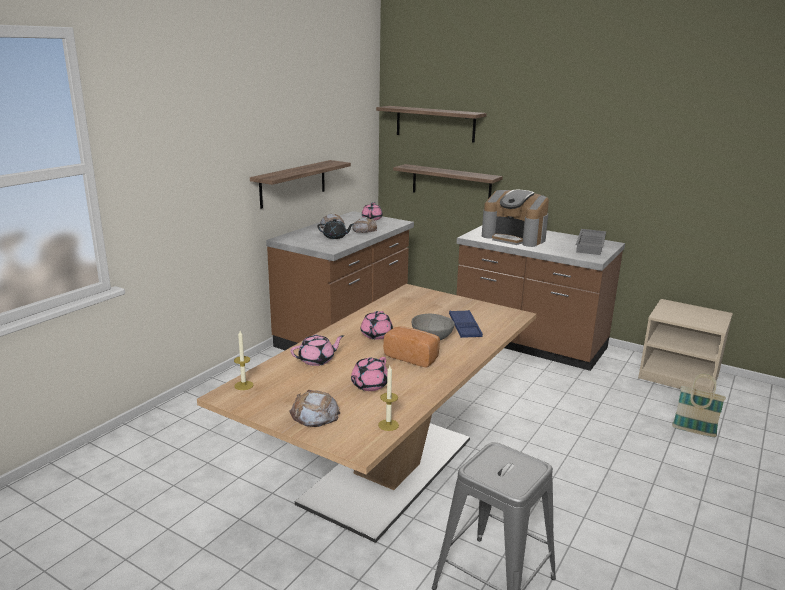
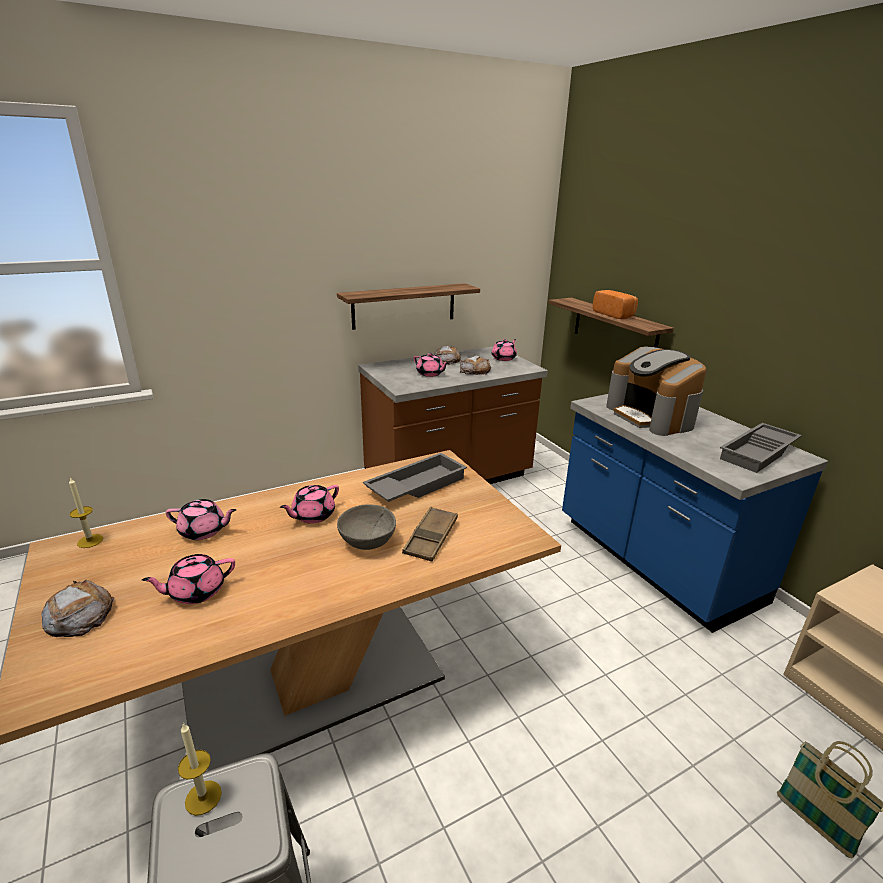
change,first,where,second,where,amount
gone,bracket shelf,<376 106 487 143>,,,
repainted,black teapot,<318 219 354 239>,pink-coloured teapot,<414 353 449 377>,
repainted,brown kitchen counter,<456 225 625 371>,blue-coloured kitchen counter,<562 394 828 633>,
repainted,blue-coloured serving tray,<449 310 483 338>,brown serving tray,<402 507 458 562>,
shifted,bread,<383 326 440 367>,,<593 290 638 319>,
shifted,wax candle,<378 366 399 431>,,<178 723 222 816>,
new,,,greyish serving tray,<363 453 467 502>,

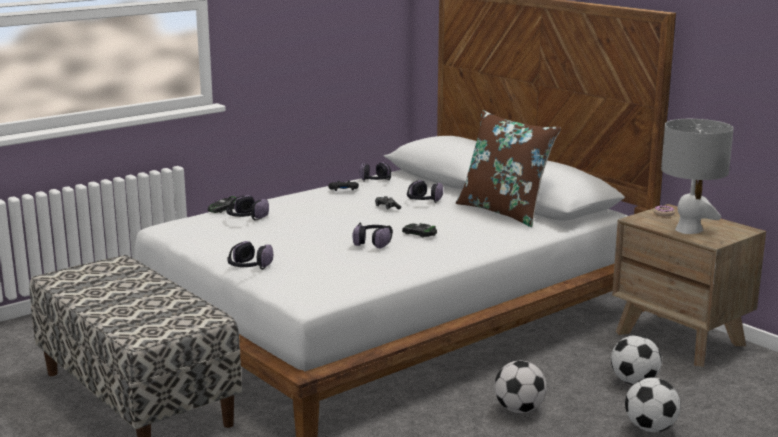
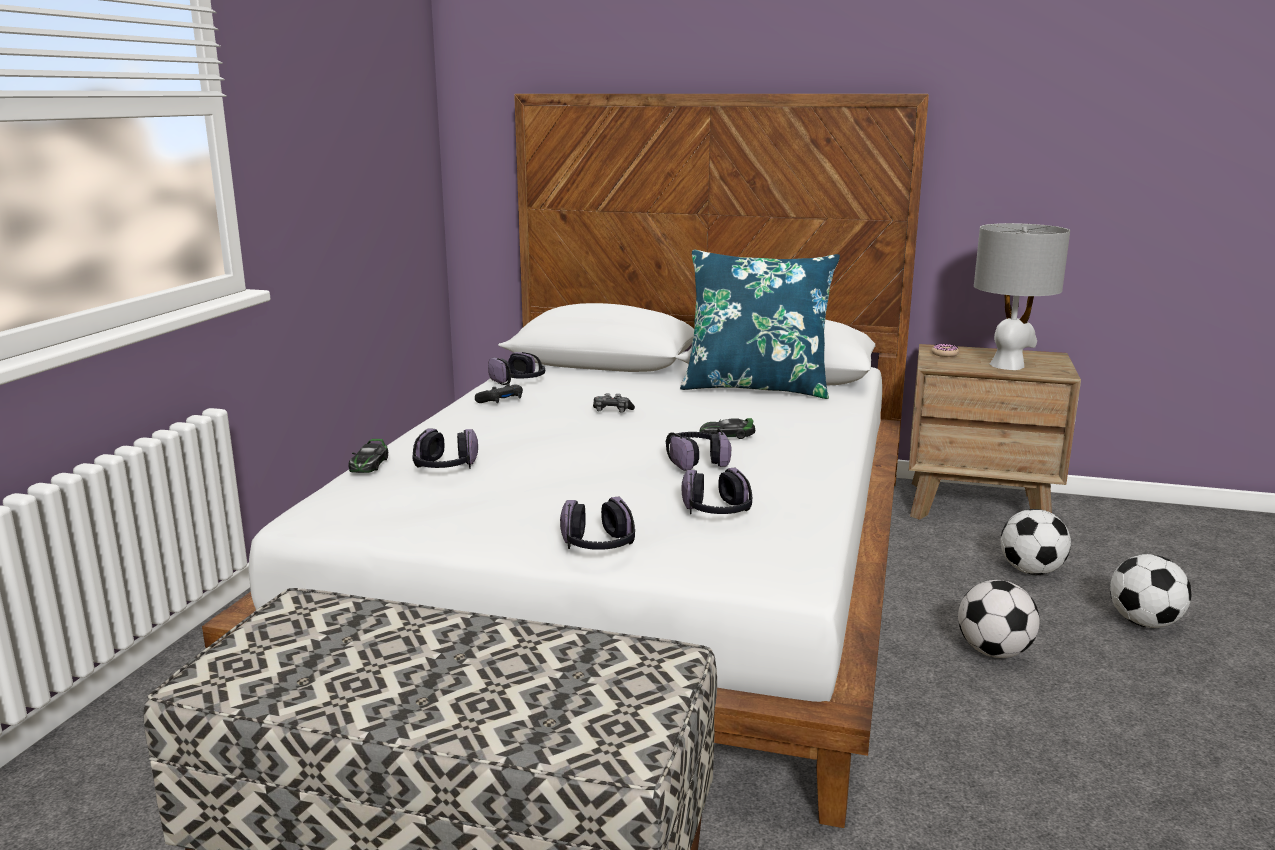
change,first,where,second,where,amount
repainted,brown pillow,<456 110 561 227>,blue-coloured pillow,<680 250 840 399>,
shifted,headphones,<407 180 443 203>,,<681 468 752 514>,

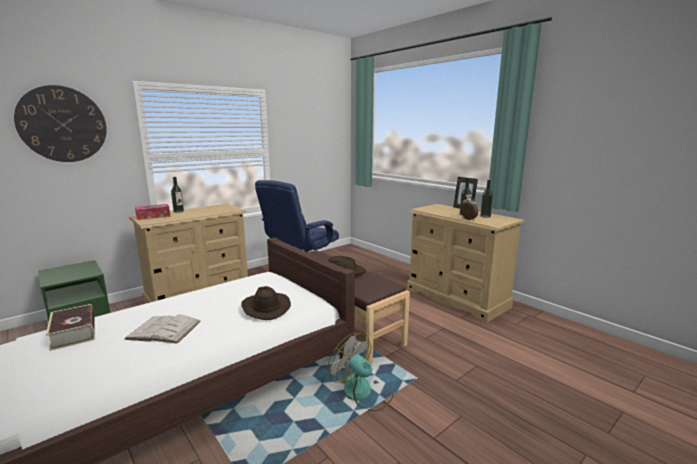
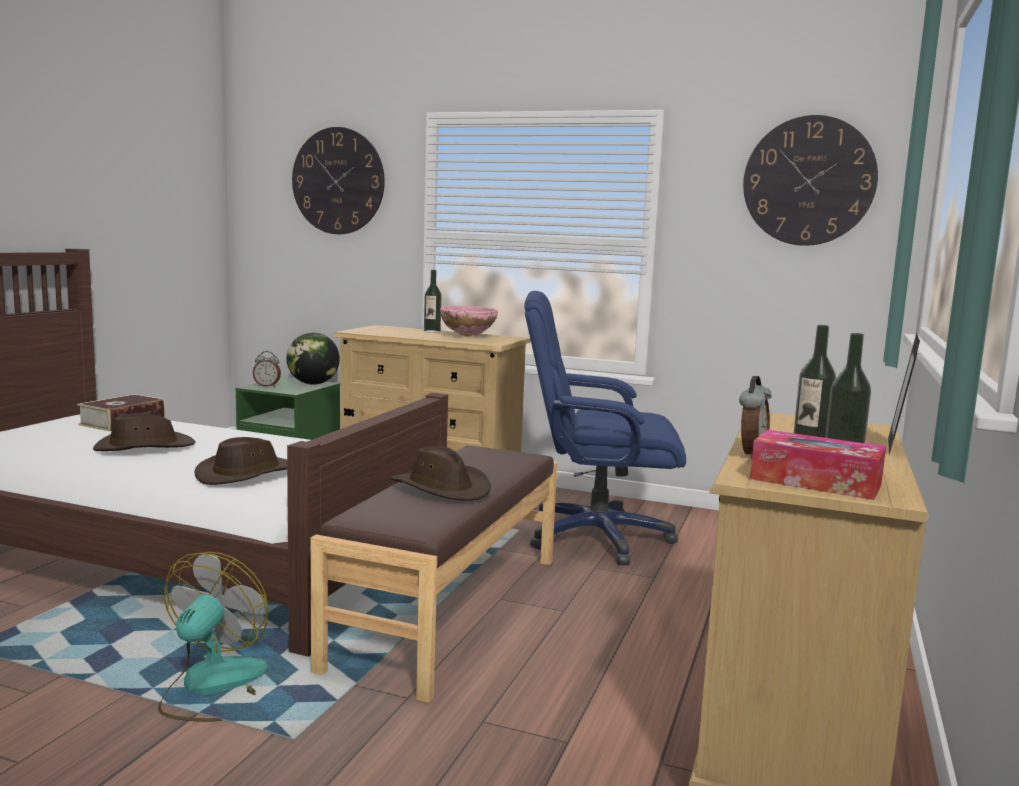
change,first,where,second,where,amount
shifted,box of tissues,<135 204 170 220>,,<750 430 886 500>,
swapped,white-coloured volume,<124 314 201 344>,brown hat,<93 413 196 451>,
new,,,wall clock,<743 115 878 246>,
new,,,pink-coloured deep dish,<440 305 498 336>,
new,,,world globe,<287 333 340 385>,
new,,,table clock,<253 351 281 387>,

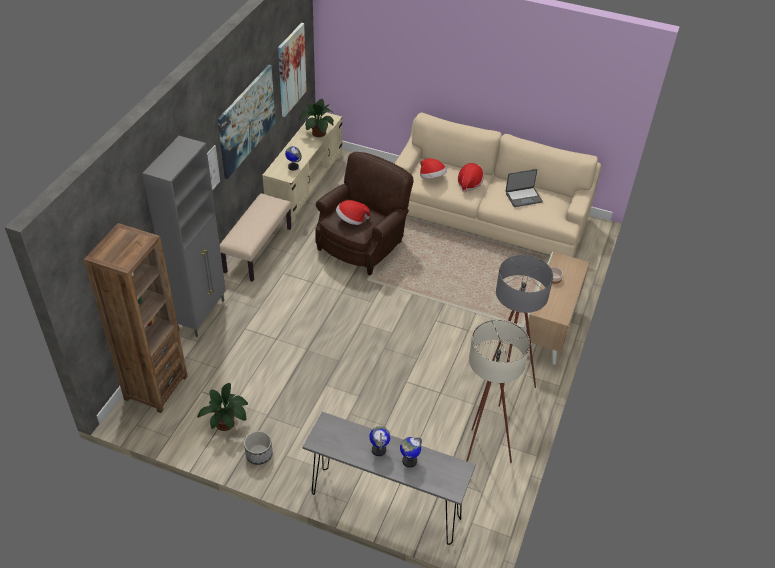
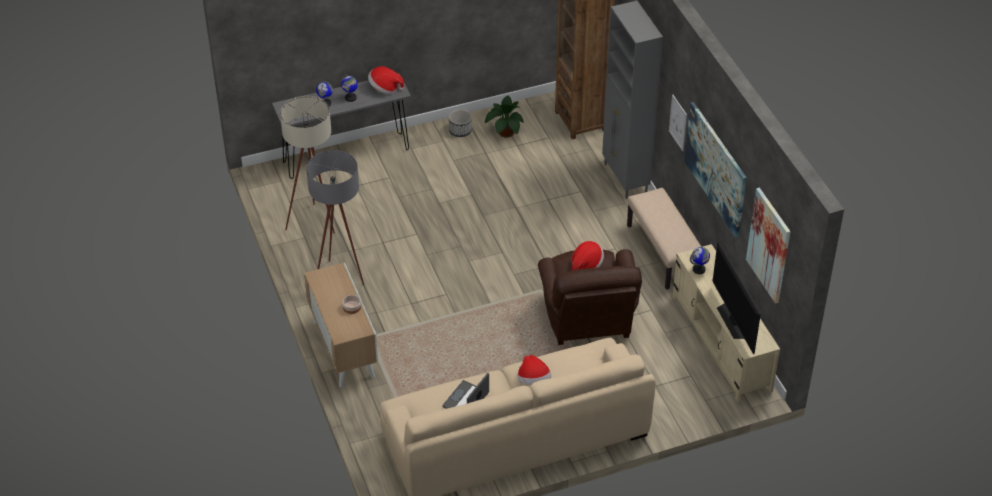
change,first,where,second,where,amount
swapped,plant in a pot,<298 99 334 137>,TV set,<713 241 761 354>,
shifted,hat,<420 158 447 179>,,<368 66 404 94>,

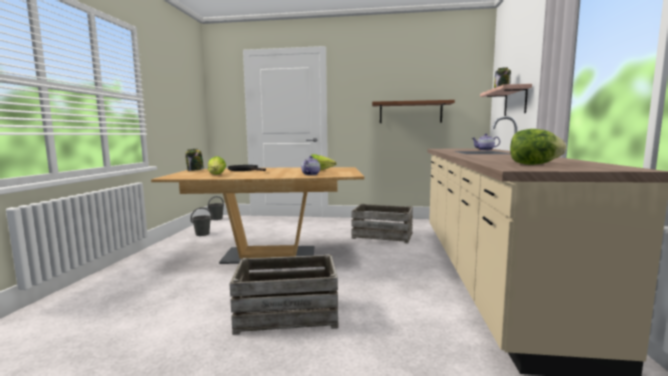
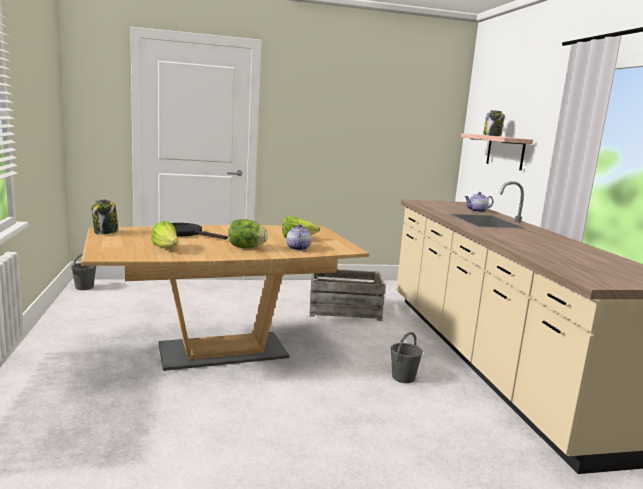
change,first,where,second,where,amount
gone,brown bracket shelf,<372 100 455 123>,,,
shifted,lettuce head,<510 129 566 165>,,<228 219 268 248>,
shifted,greyish bucket,<190 207 212 236>,,<391 332 423 383>,
gone,packing crate,<230 254 339 335>,,,

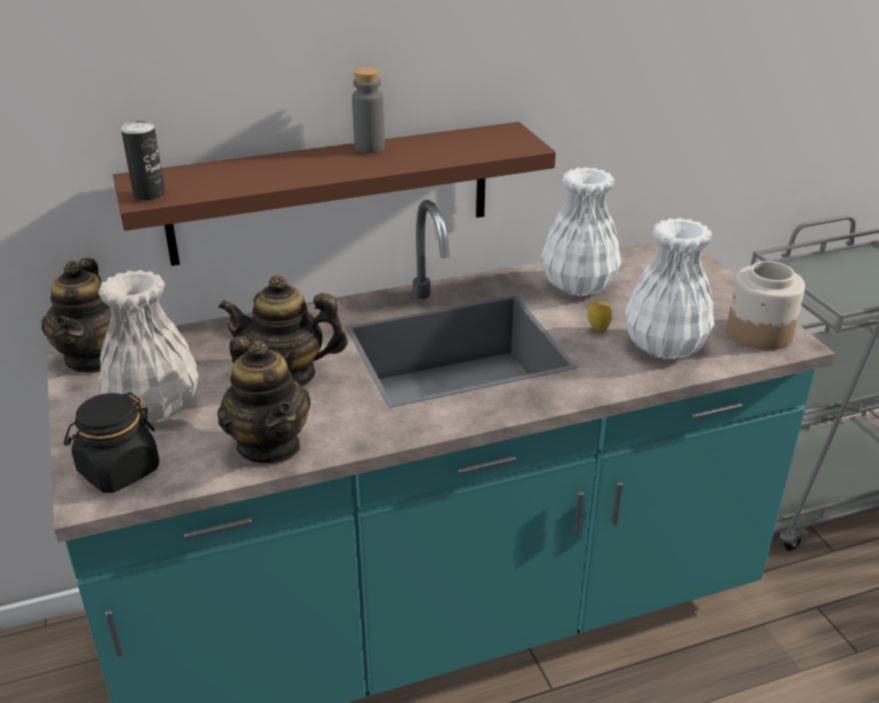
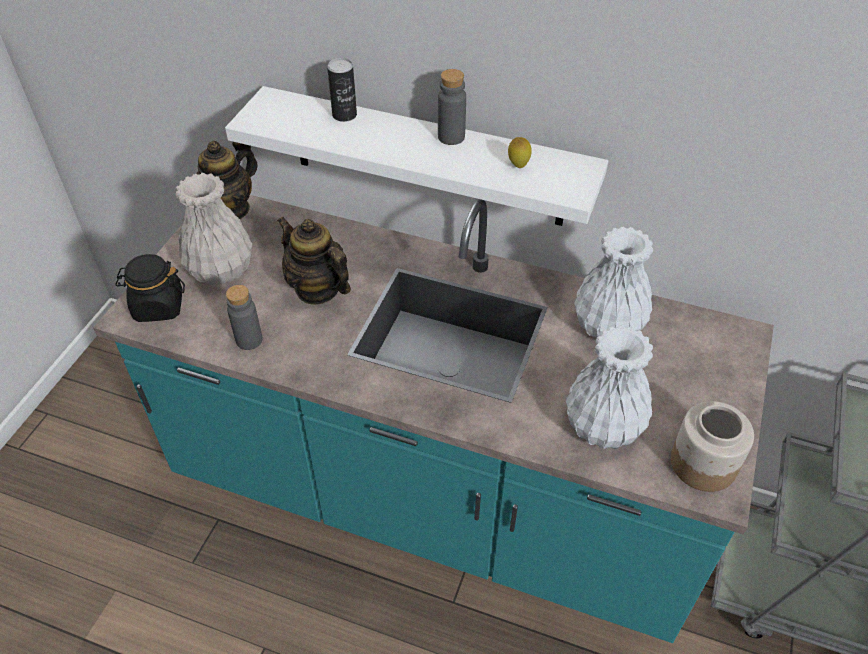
change,first,where,second,where,amount
shifted,sealed can,<121 121 165 201>,,<327 58 357 122>,
repainted,brown bracket shelf,<113 122 556 266>,white-coloured bracket shelf,<225 86 608 226>,
shifted,whole lemon,<588 301 612 332>,,<508 137 532 168>,
swapped,teapot,<217 336 311 464>,greyish bottle,<226 285 262 350>,

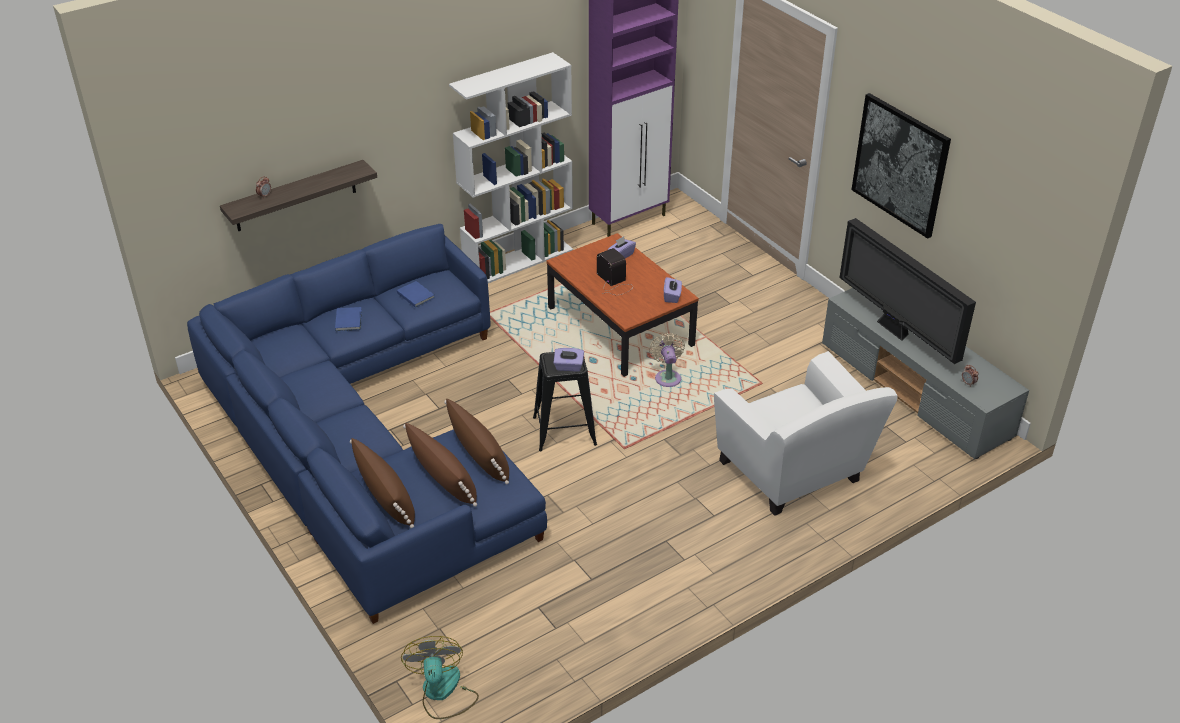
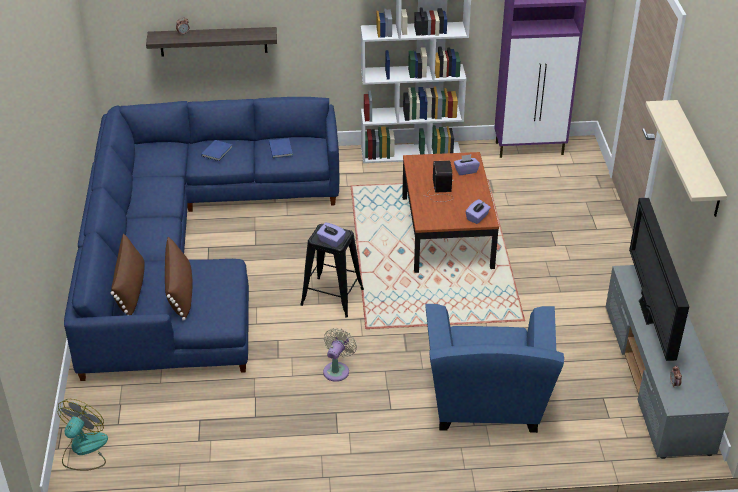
change,first,where,second,where,amount
swapped,wall picture,<852 93 951 239>,beige-coloured bracket shelf,<645 100 727 217>,
shifted,beige-coloured cooling fan,<649 333 685 387>,,<323 328 357 382>,
repainted,white-coloured armchair,<714 351 898 516>,blue-coloured armchair,<425 304 564 433>,
gone,brown pillow,<444 399 509 485>,,,

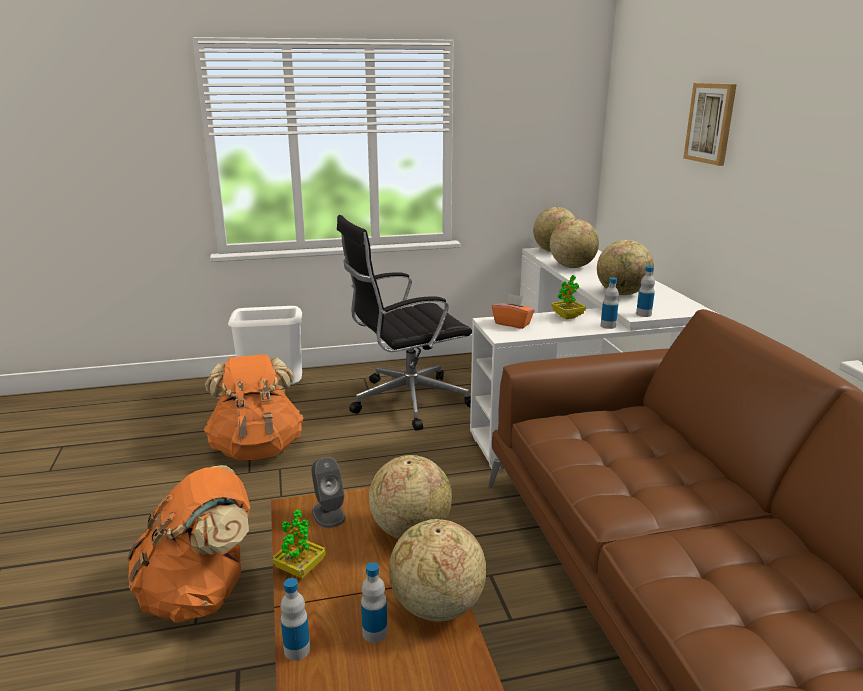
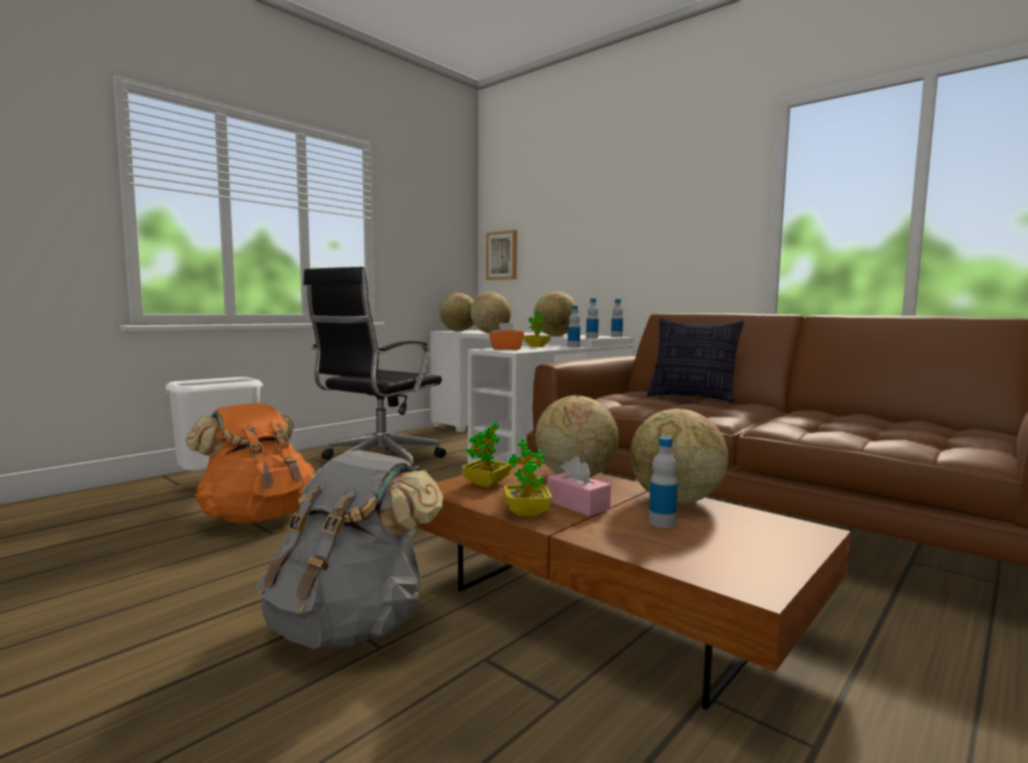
change,first,where,second,where,amount
shifted,wall picture,<683 83 737 166>,,<486 230 517 280>,
swapped,greyish loudspeaker,<312 457 345 528>,plant in a pot,<461 422 512 488>,
repainted,orange knapsack,<128 465 250 623>,greyish knapsack,<257 450 443 649>,
shifted,bottle,<281 578 310 660>,,<611 299 623 337>,
new,,,pillow,<647 318 744 404>,
new,,,pink-coloured box of tissues,<547 456 611 517>,

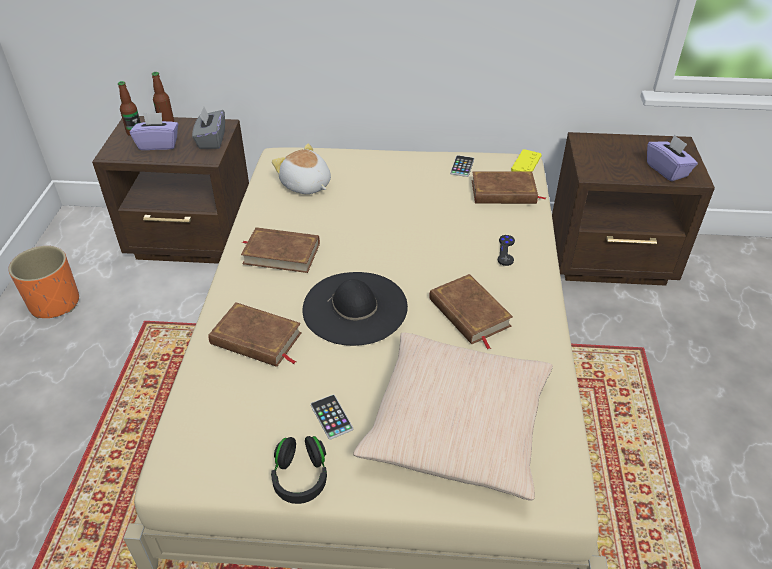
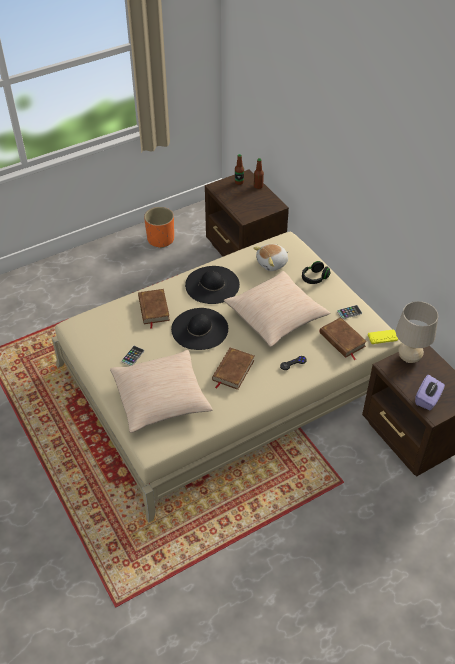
change,first,where,second,where,amount
gone,greyish box of tissues,<192 107 225 149>,,,
gone,purple box of tissues,<130 113 178 150>,,,
rotated,cuddly toy,<272 144 331 194>,,<253 244 289 271>,135 degrees counterclockwise
swapped,brown volume,<241 227 320 273>,black hat,<185 266 240 304>,
shifted,black headphones,<271 436 327 504>,,<302 261 331 284>,
new,,,beige-coloured pillow,<224 271 331 347>,
new,,,beige-coloured tabletop lamp,<396 301 438 363>,

